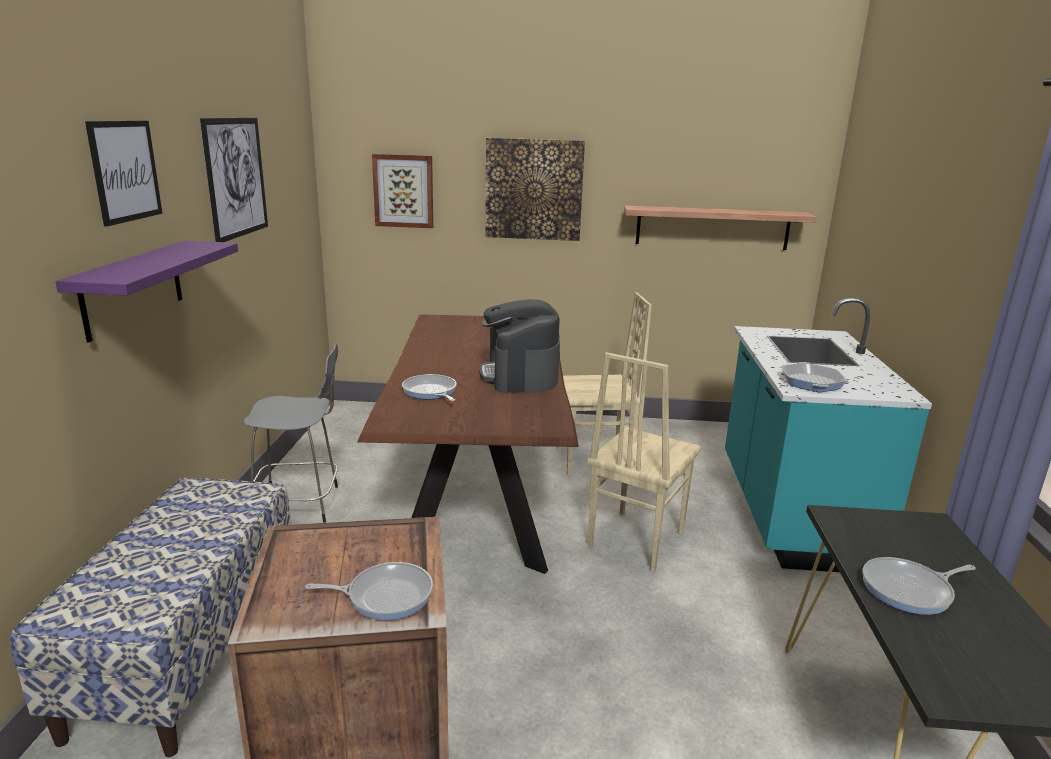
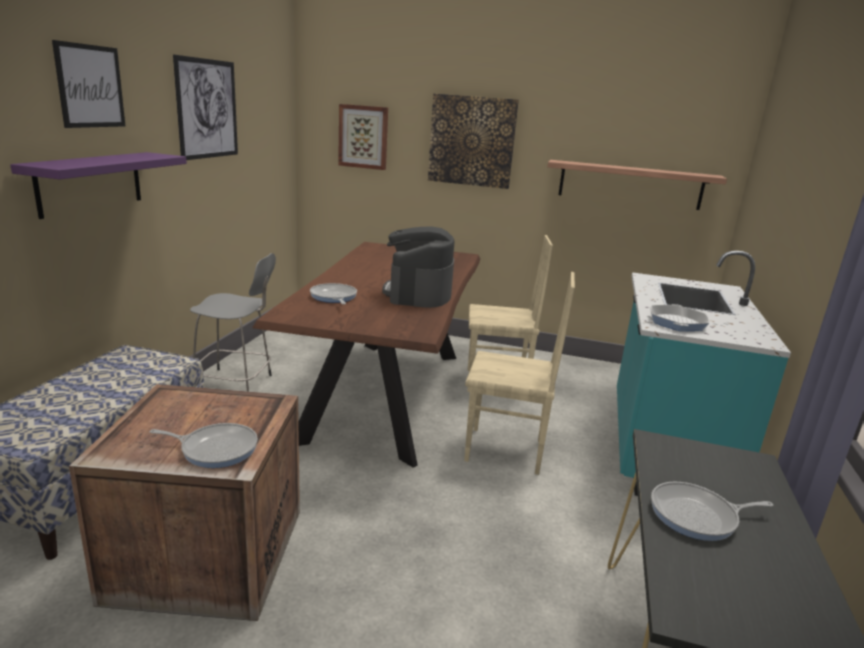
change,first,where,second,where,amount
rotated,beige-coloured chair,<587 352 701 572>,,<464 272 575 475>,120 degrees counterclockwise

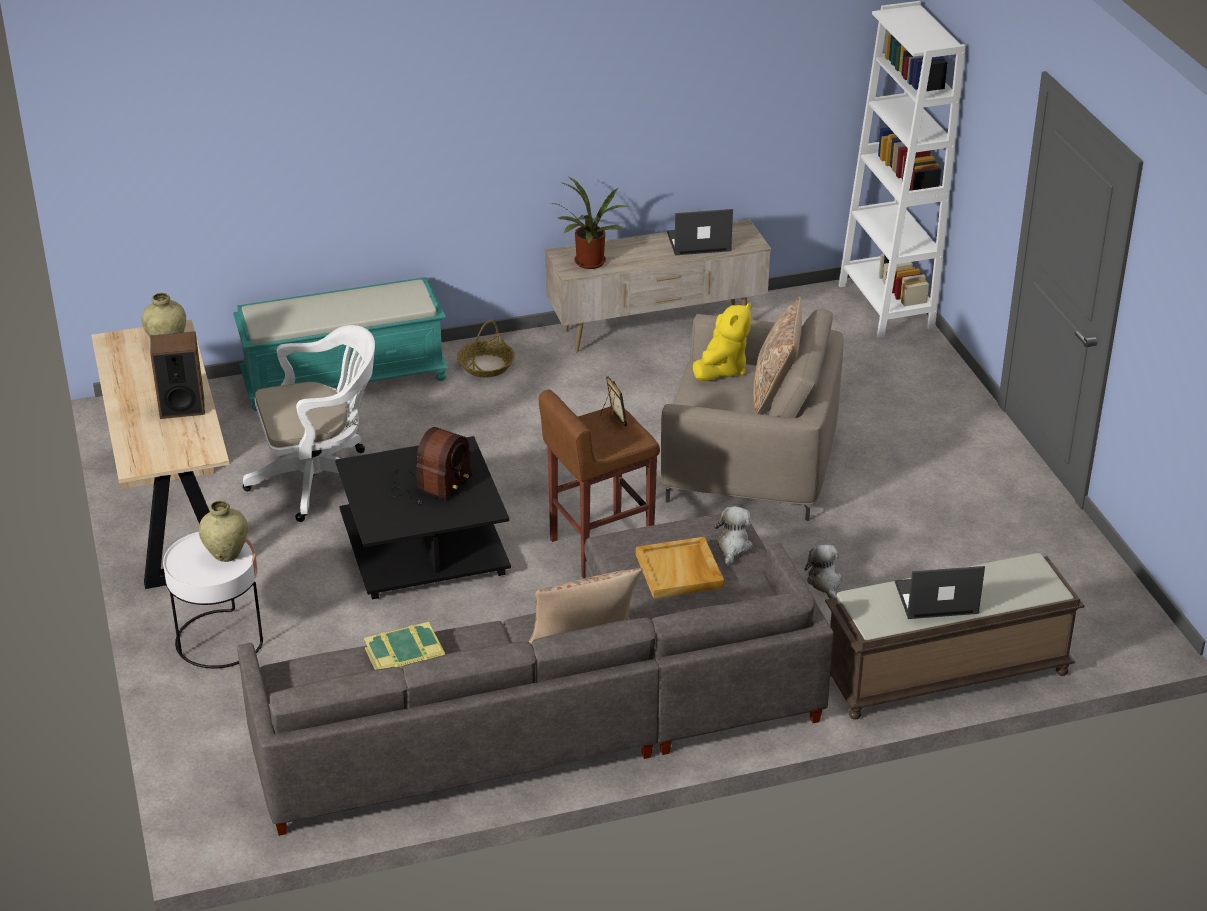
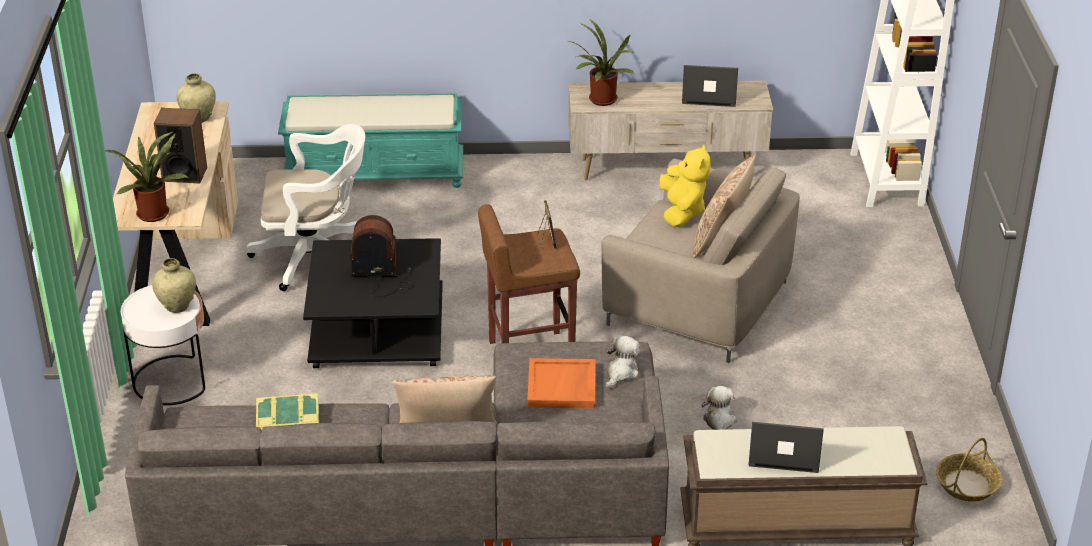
change,first,where,second,where,amount
rotated,yellow-coloured cuddly toy,<693 303 751 381>,,<659 145 711 227>,45 degrees counterclockwise
shifted,basket,<457 320 515 377>,,<936 438 1003 502>,
rotated,radio set,<389 427 473 504>,,<350 215 412 297>,135 degrees counterclockwise
repainted,beige-coloured serving tray,<636 537 724 599>,orange serving tray,<527 358 595 409>,
new,,,plant in a pot,<105 132 189 222>,

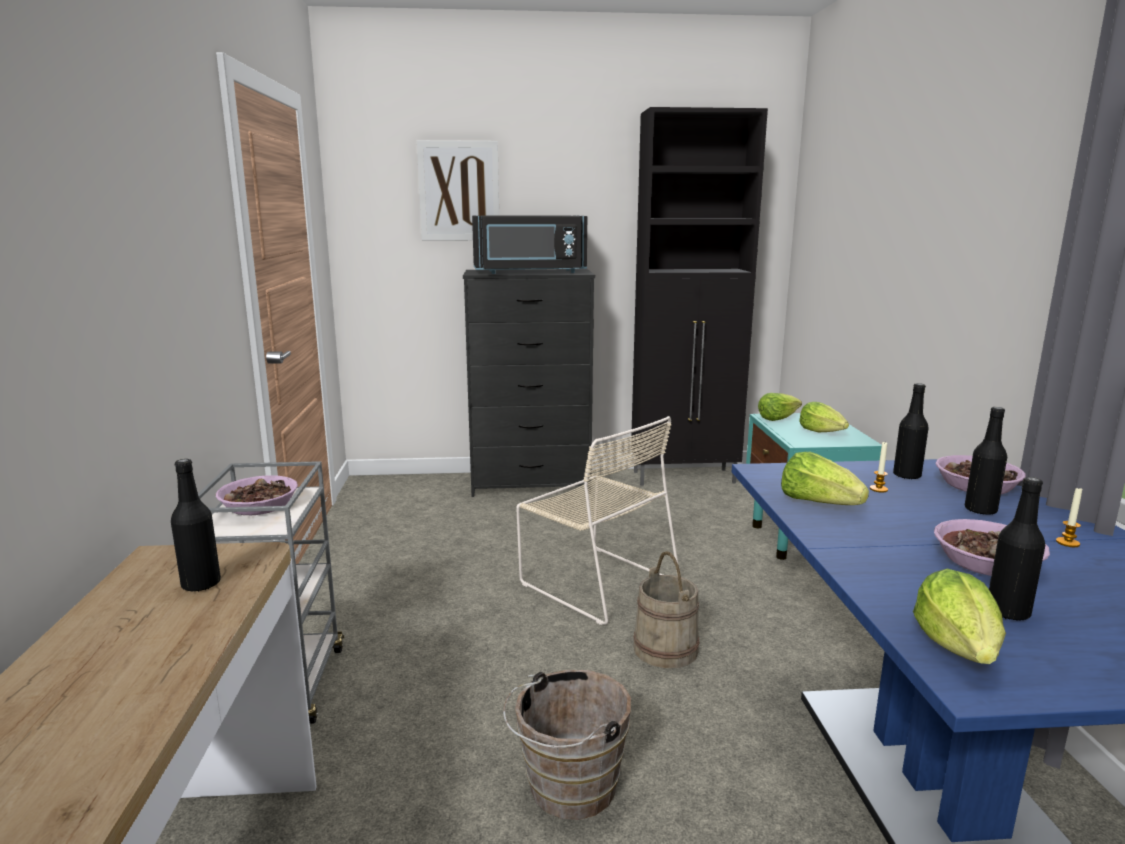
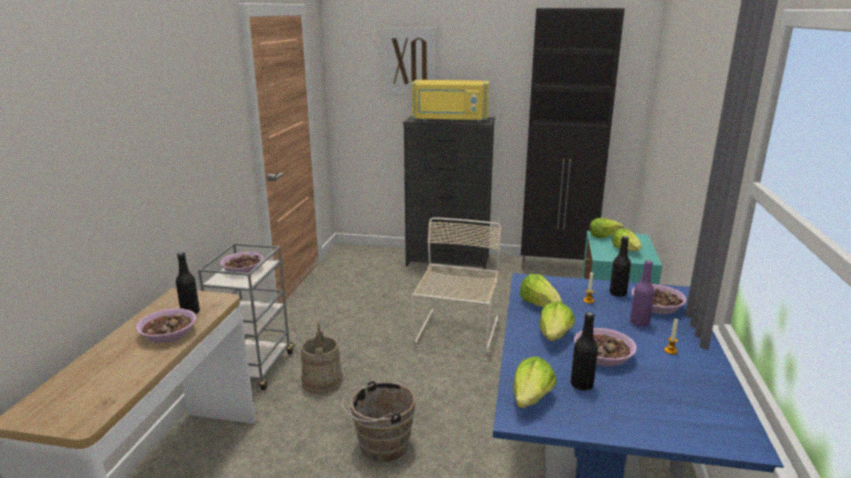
change,first,where,second,where,amount
repainted,black kitchen microwave,<472 215 587 274>,yellow-coloured kitchen microwave,<412 80 489 122>,
repainted,black bottle,<965 407 1007 515>,purple bottle,<630 260 655 327>,
rotated,beige-coloured chair,<516 416 678 625>,,<411 217 502 353>,135 degrees counterclockwise
shifted,beige-coloured bucket,<633 551 700 668>,,<301 322 343 395>,
new,,,lettuce head,<539 301 575 341>,
new,,,deep dish,<136 308 196 343>,

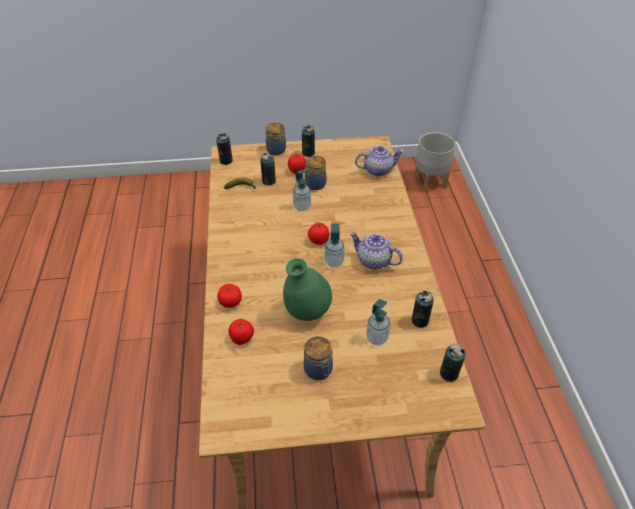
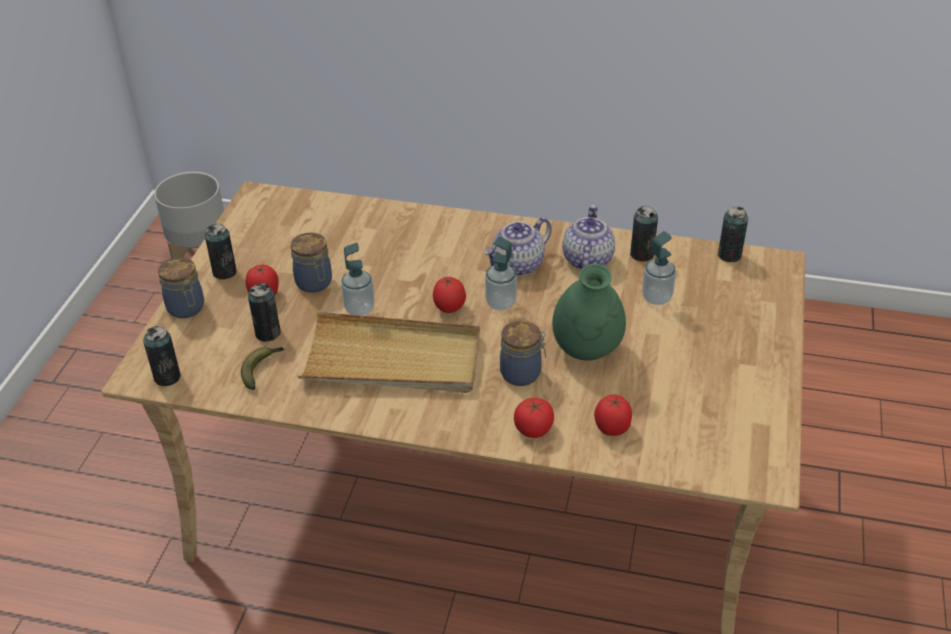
change,first,where,second,where,amount
shifted,teapot,<355 146 404 176>,,<562 205 615 270>,
shifted,preserve jar,<304 336 333 380>,,<500 321 546 386>,
new,,,beige-coloured serving tray,<298 312 480 393>,

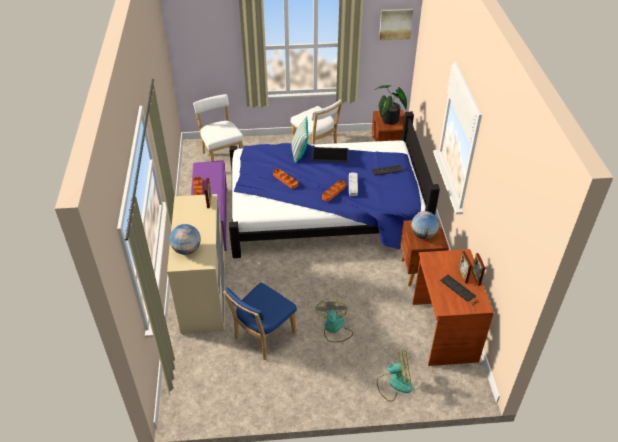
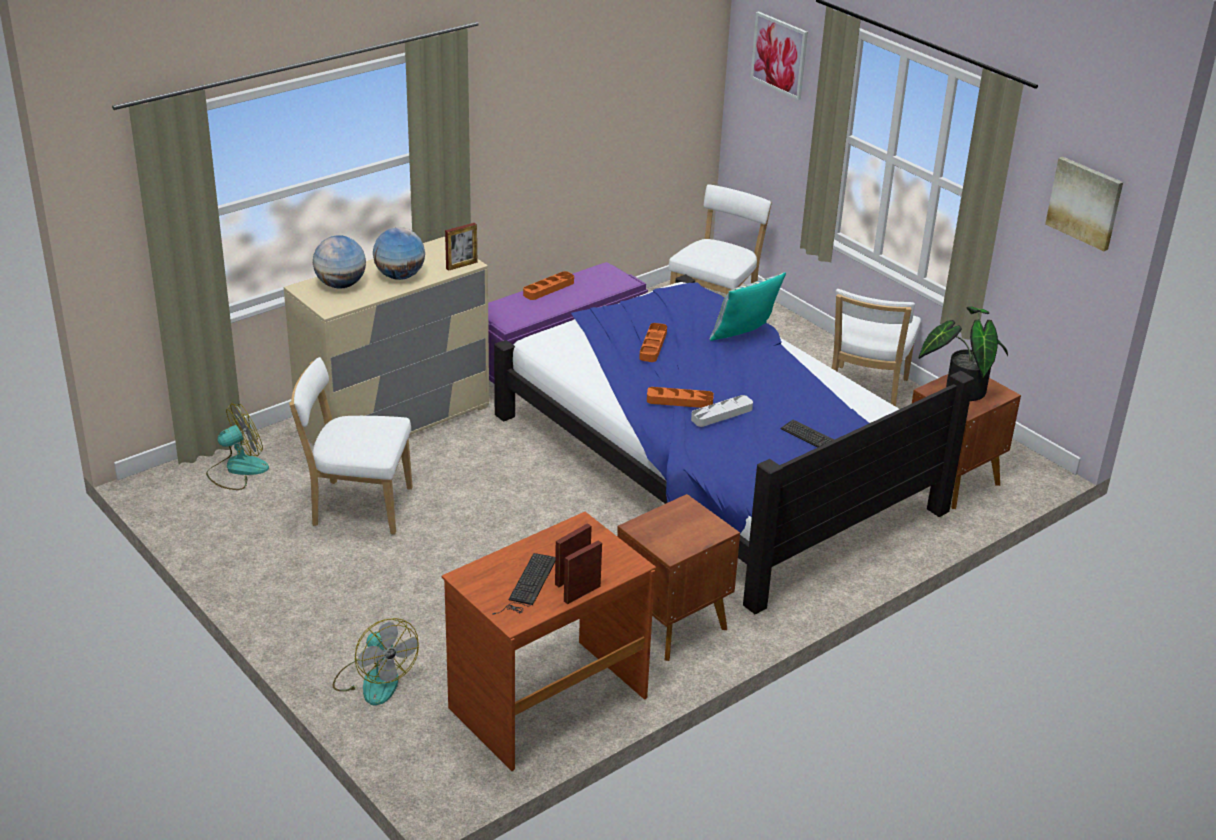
change,first,where,second,where,amount
gone,serving tray,<312 147 348 162>,,,
shifted,world globe,<411 211 439 239>,,<373 227 425 280>,
repainted,blue-coloured chair,<223 283 297 360>,white-coloured chair,<289 357 413 534>,
shifted,cooling fan,<315 299 353 342>,,<206 403 269 490>,
new,,,wall picture,<750 11 808 100>,

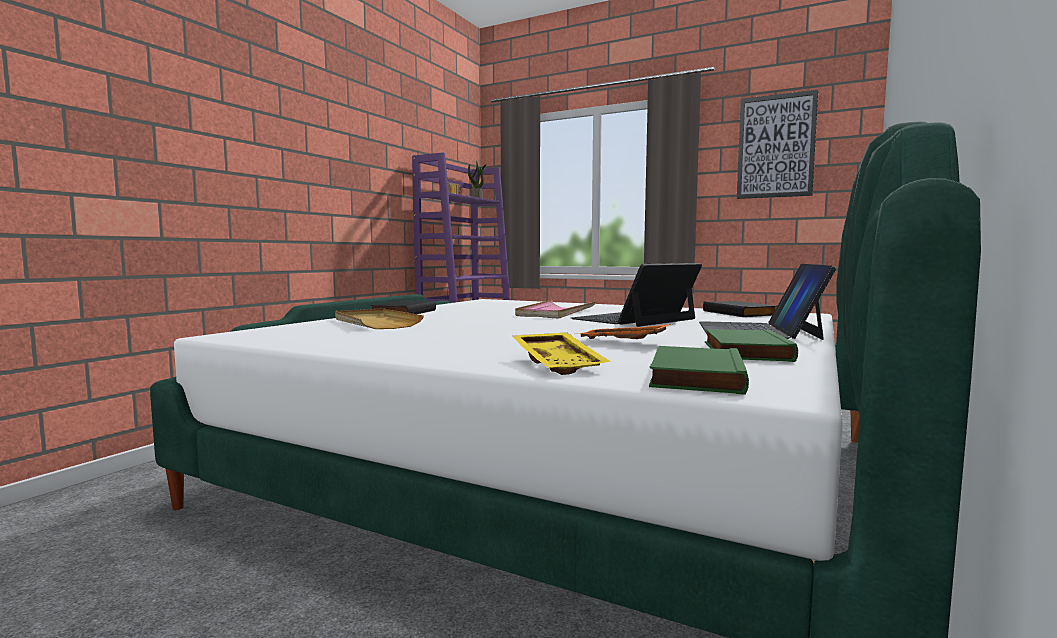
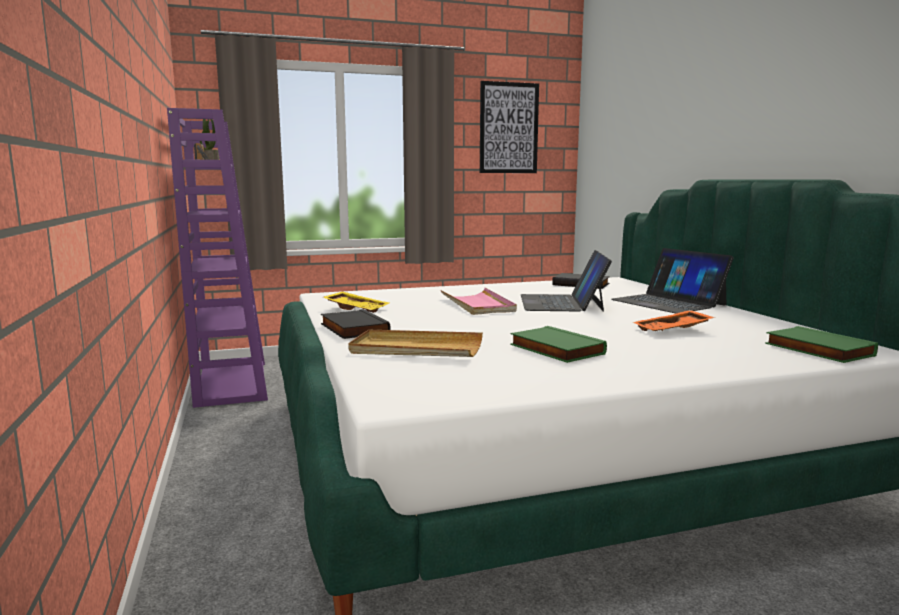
change,first,where,second,where,amount
shifted,greenish volume,<705 329 798 362>,,<510 326 607 363>,
shifted,yellow-coloured serving tray,<512 332 611 375>,,<323 291 389 313>,

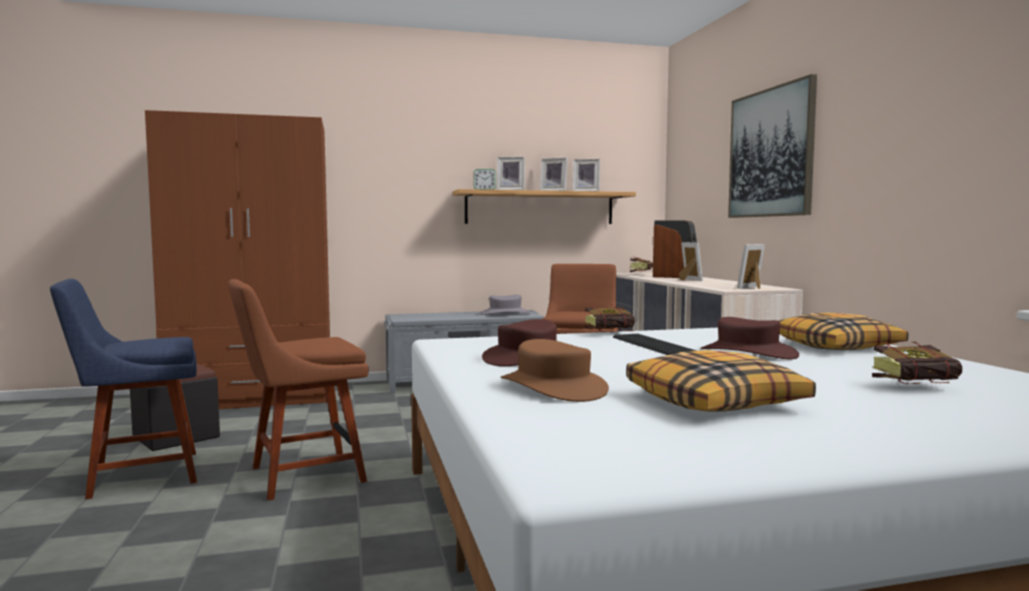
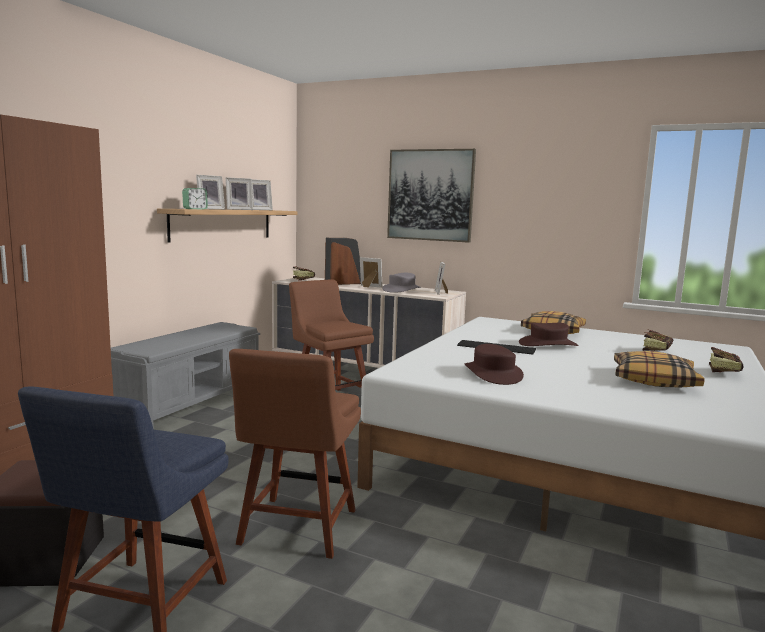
change,first,where,second,where,amount
shifted,greyish hat,<480 295 531 315>,,<382 273 421 293>,
shifted,volume,<585 305 635 332>,,<709 347 744 372>,
gone,brown hat,<501 339 609 402>,,,

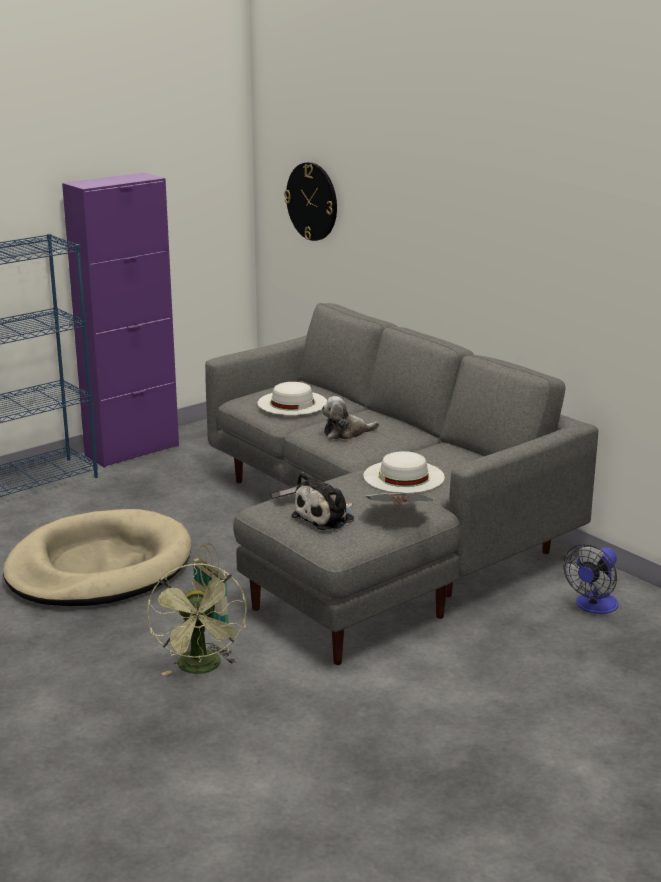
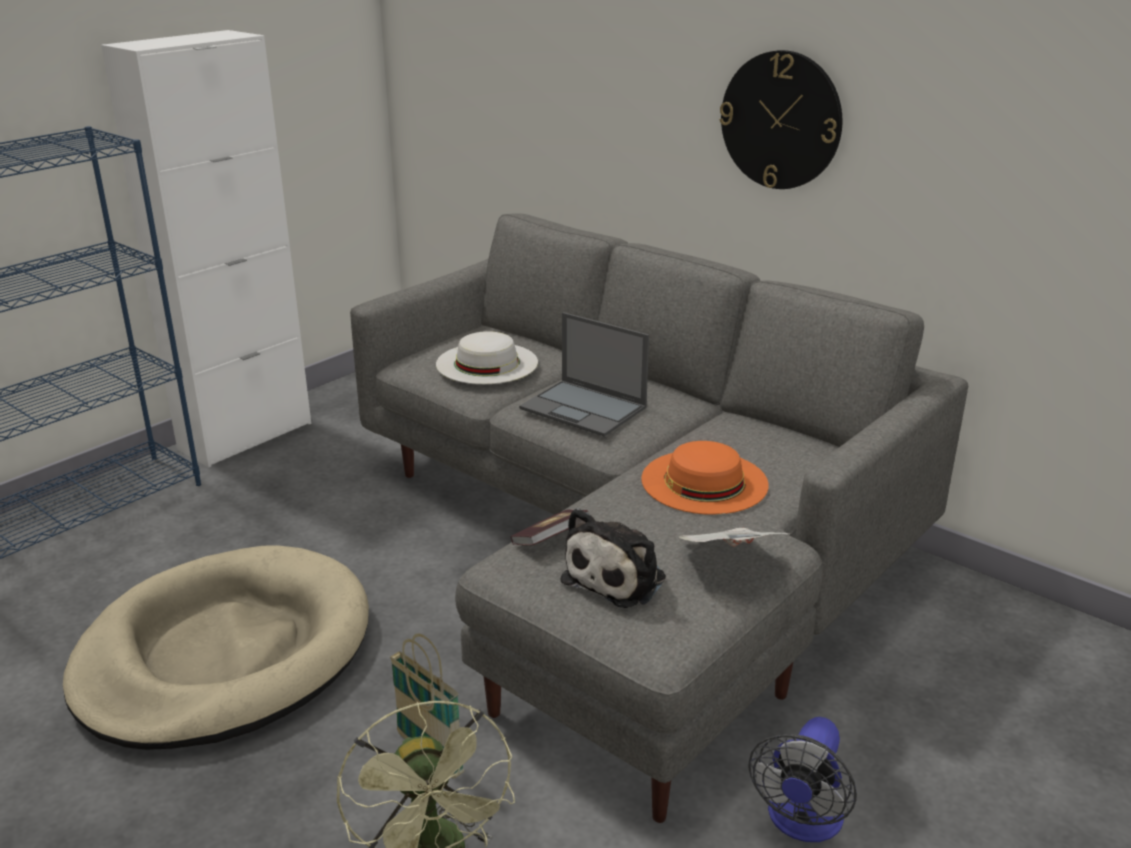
change,first,where,second,where,amount
shifted,wall clock,<284 162 337 241>,,<719 50 842 189>,
repainted,purple cabinet,<62 173 179 468>,white-coloured cabinet,<101 30 311 468>,
swapped,cuddly toy,<321 396 380 439>,portable computer,<519 312 649 437>,
repainted,white-coloured hat,<363 451 445 493>,orange hat,<641 441 769 515>,
shifted,cooling fan,<563 544 618 614>,,<749 717 857 842>,

